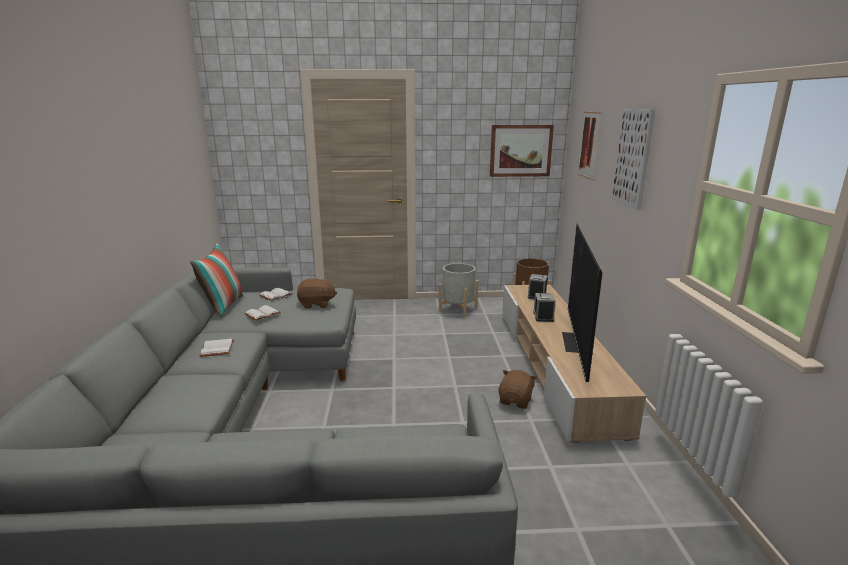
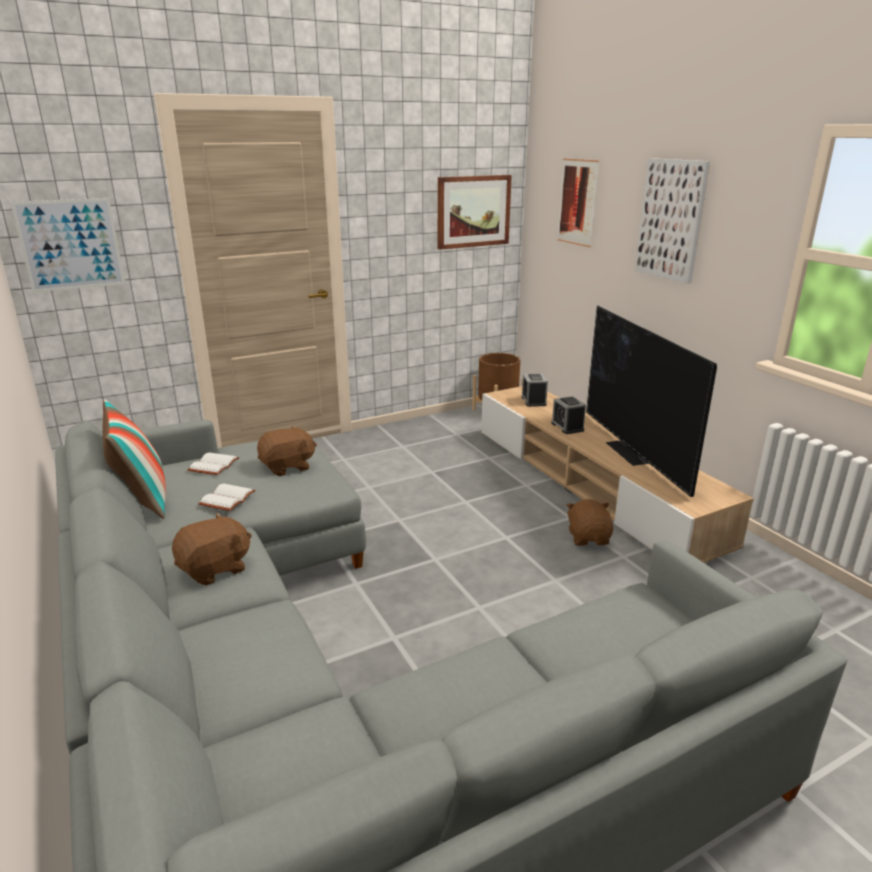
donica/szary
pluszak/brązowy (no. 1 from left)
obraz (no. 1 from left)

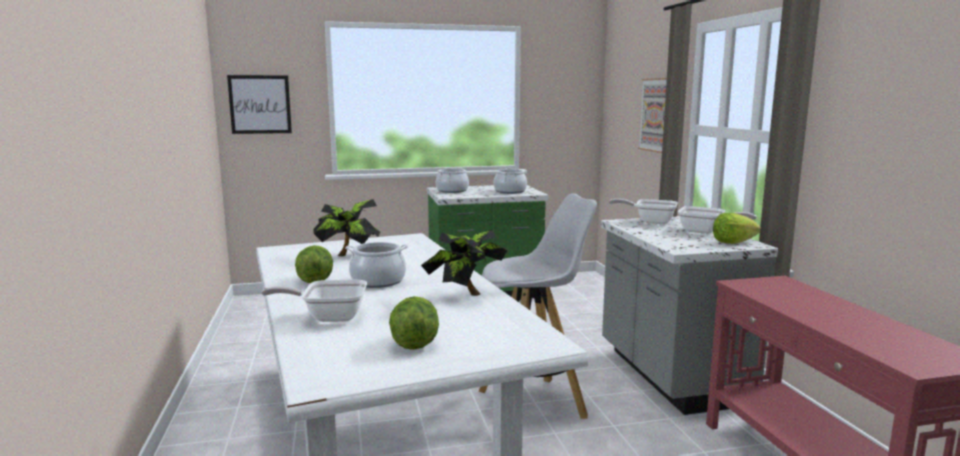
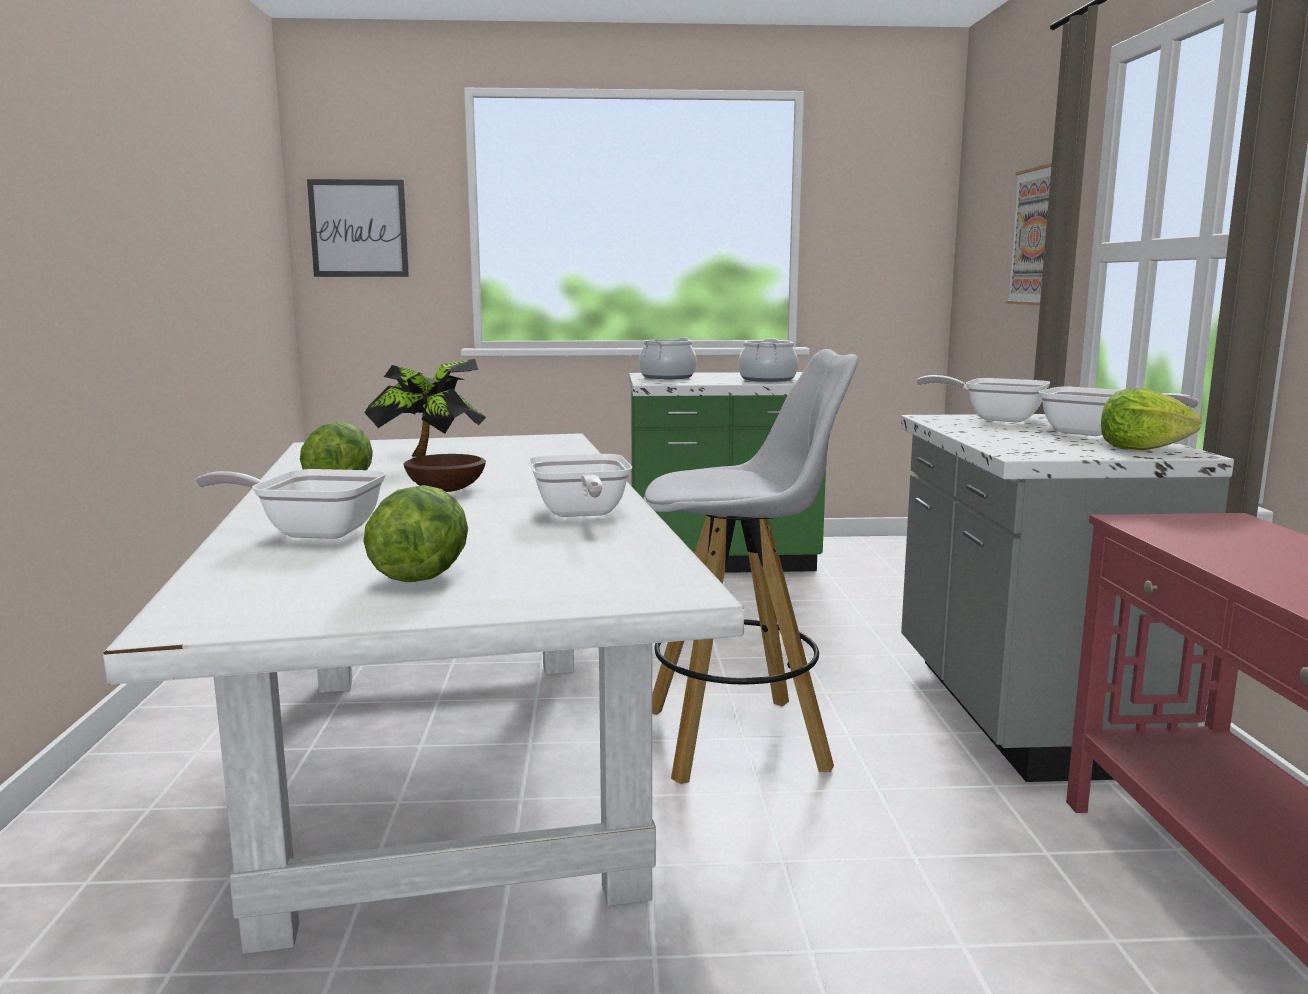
patelnia (no. 2 from left)
miska/brązowy

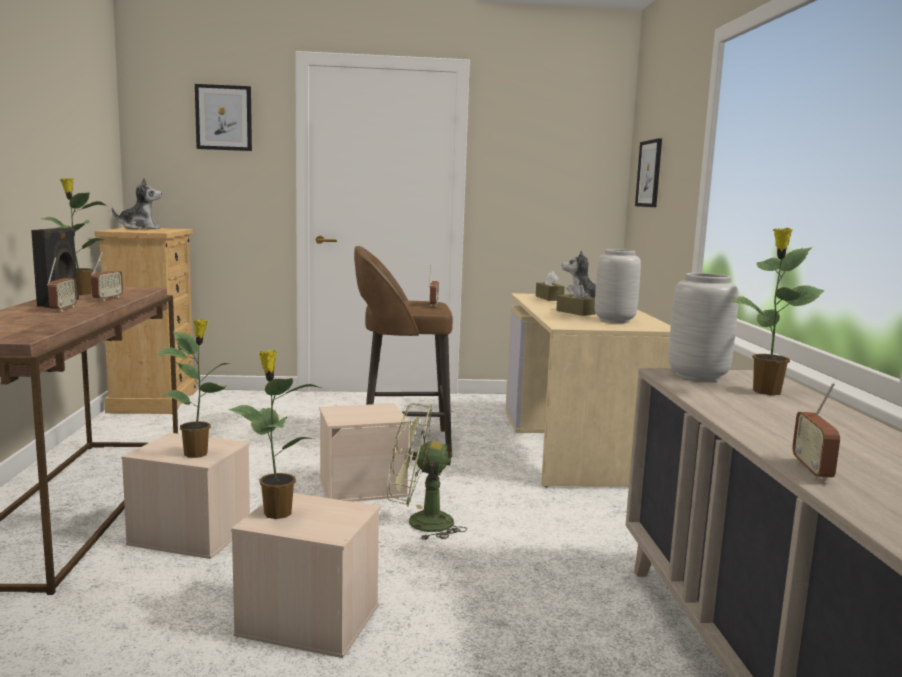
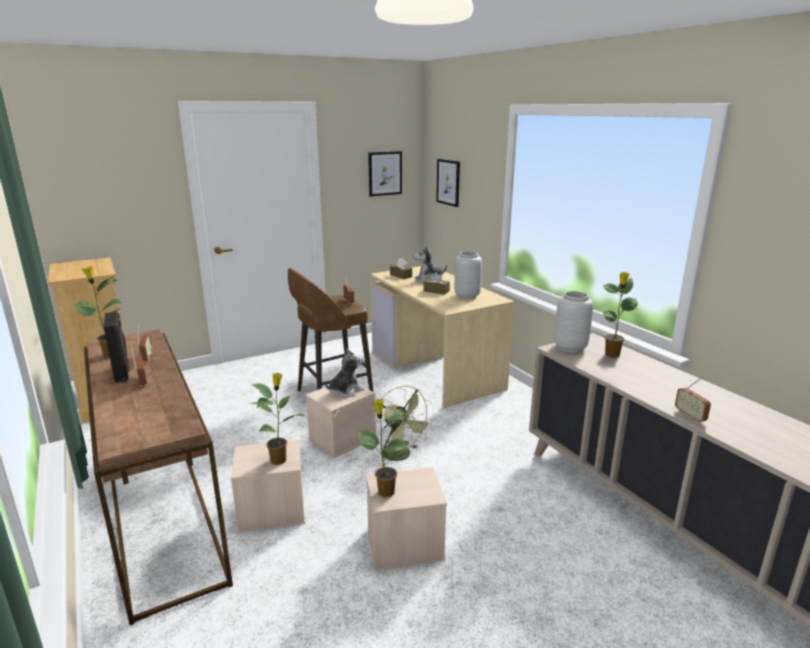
obraz (no. 1 from left)
pluszak (no. 1 from left)
wentylator/zielony

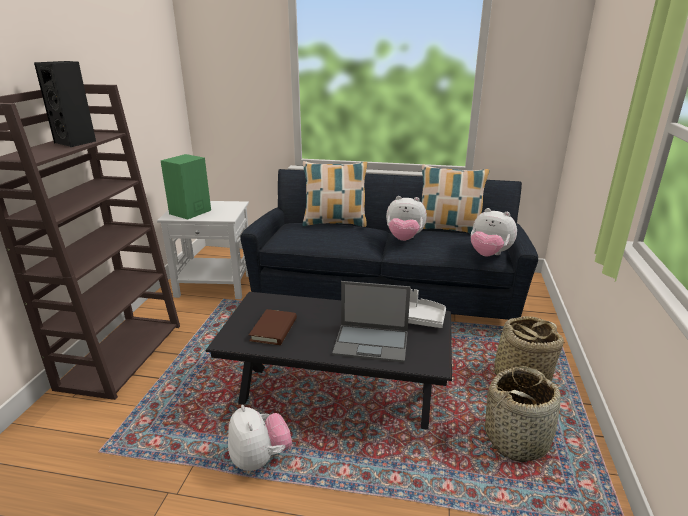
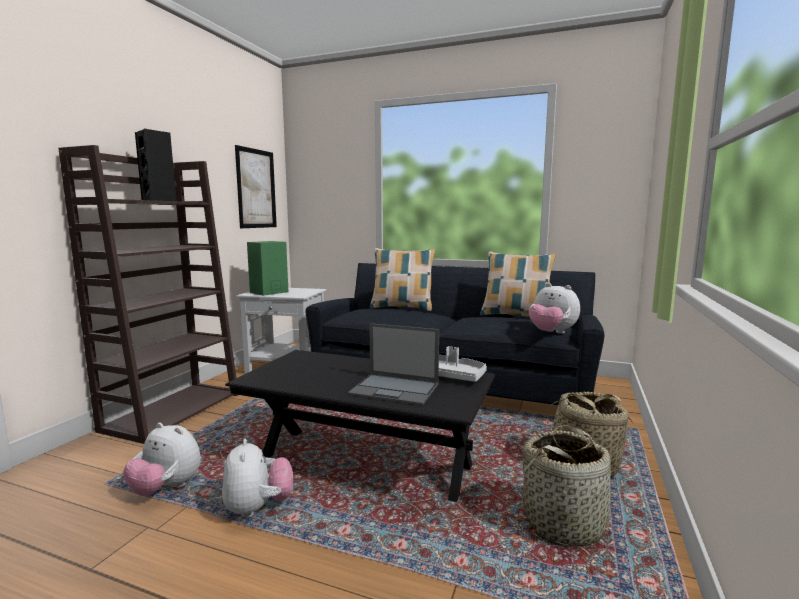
pluszak (no. 1 from left)
książka/brązowy
obraz

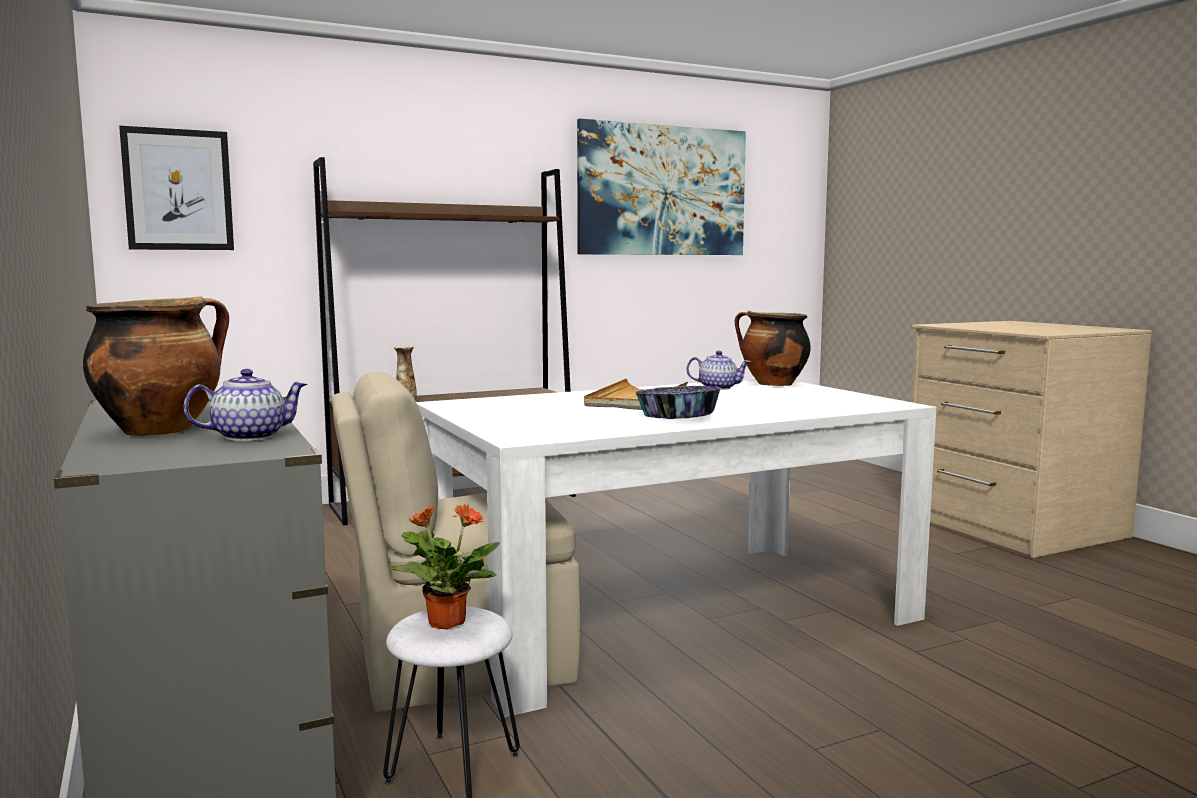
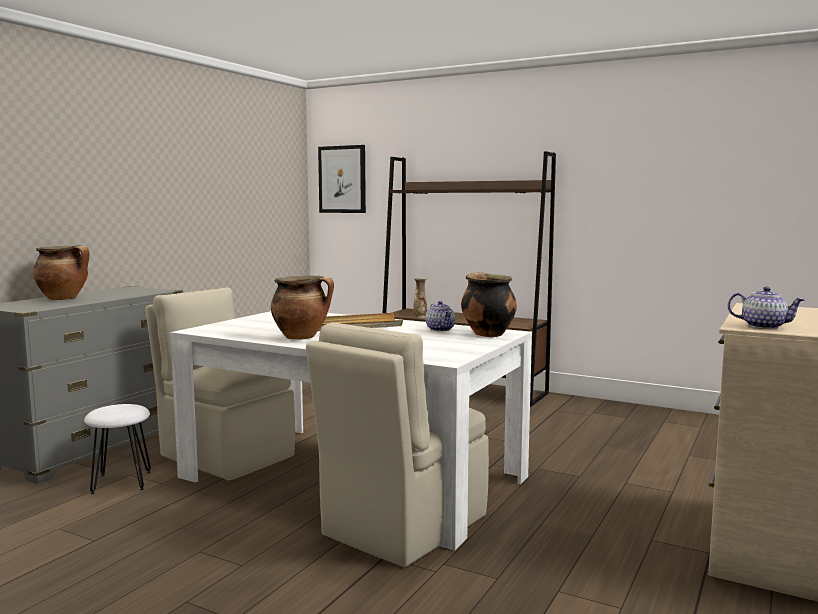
obraz (no. 2 from left in the first image)
imbryk (no. 2 from left)
garnek (no. 2 from left)
roślina doniczkowa
krzesło/beżowy (no. 2 from left)

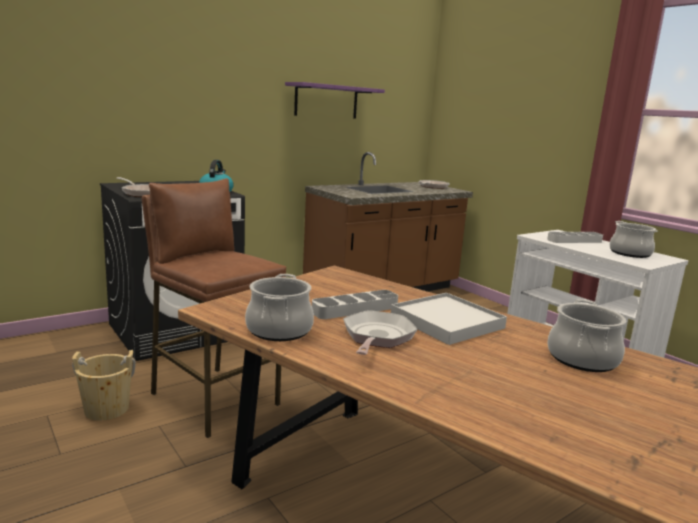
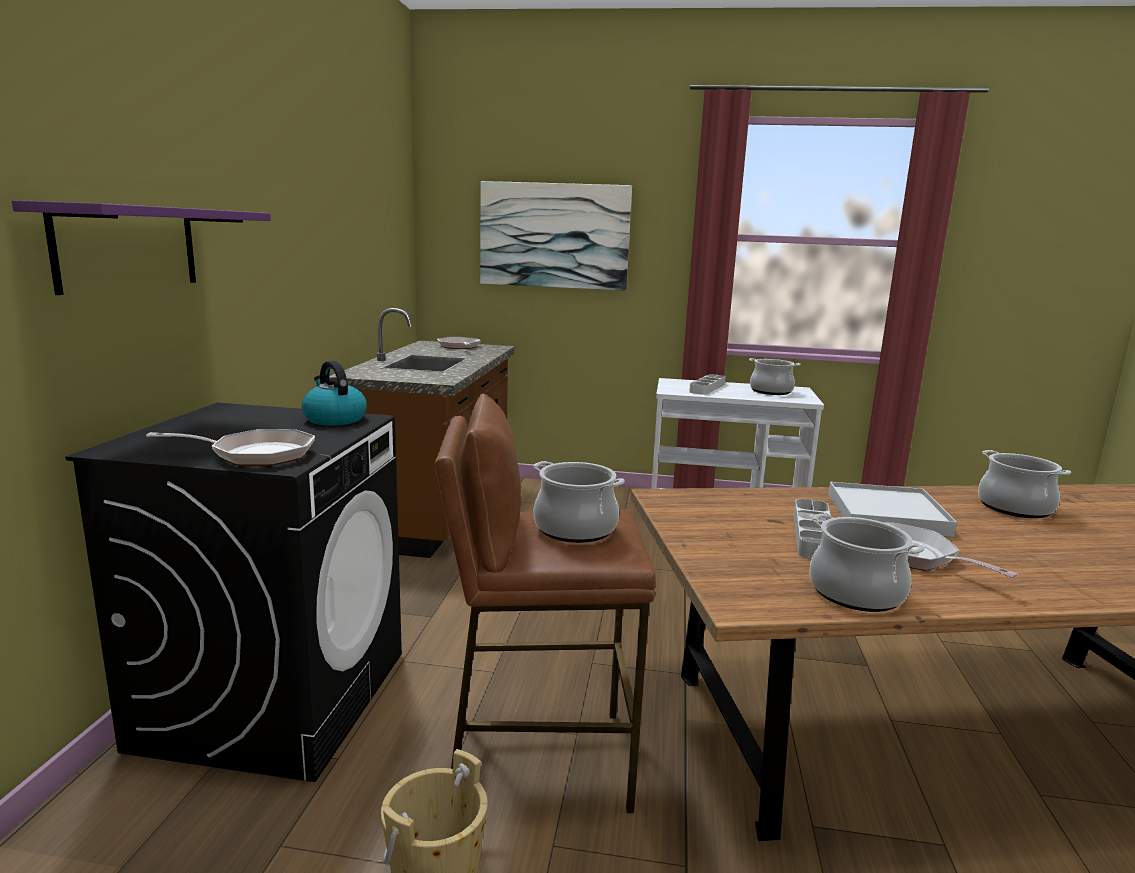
półka/fioletowy
obraz
garnek (no. 1 from left)

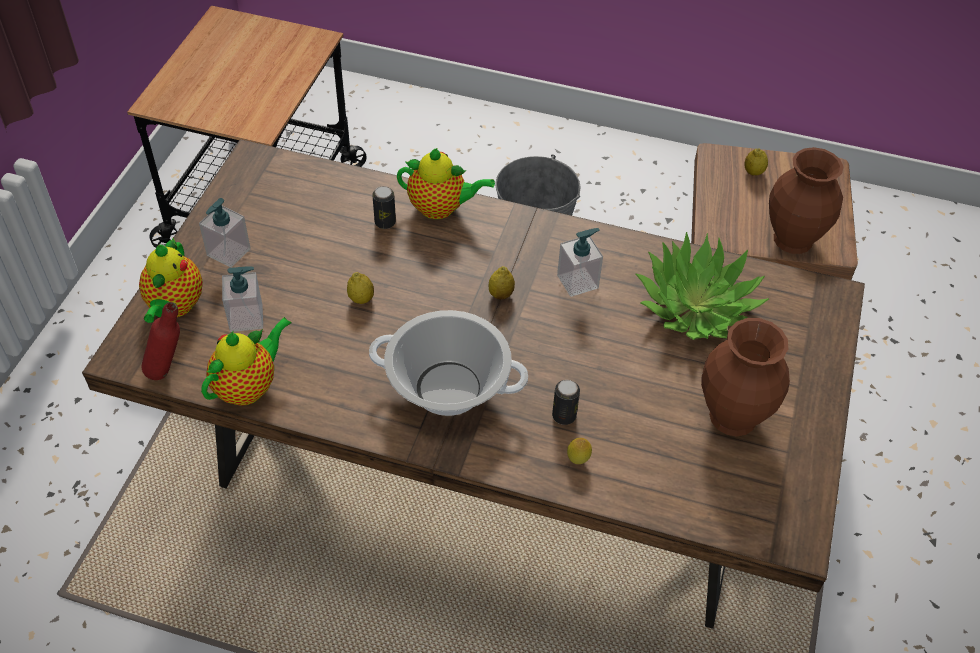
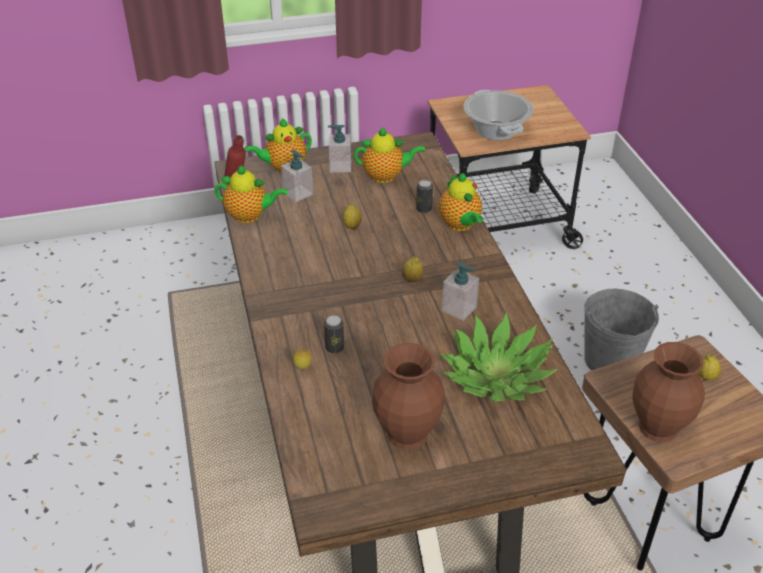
garnek
imbryk (no. 3 from left)

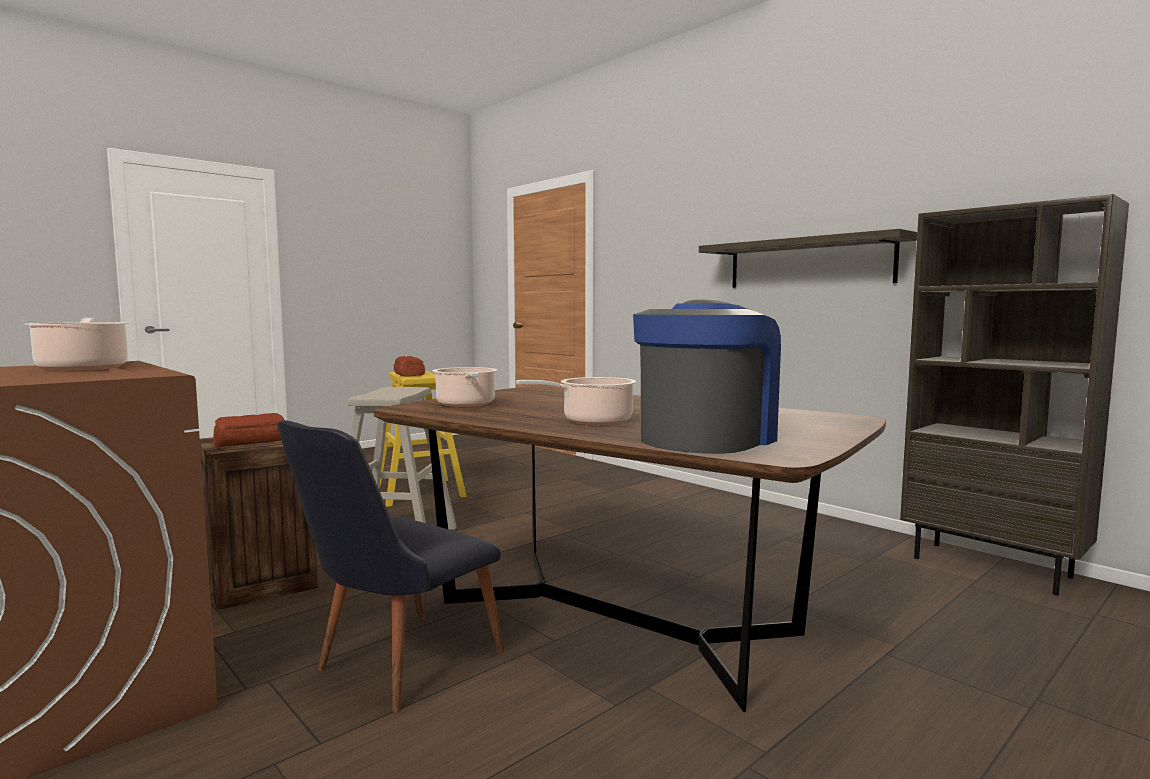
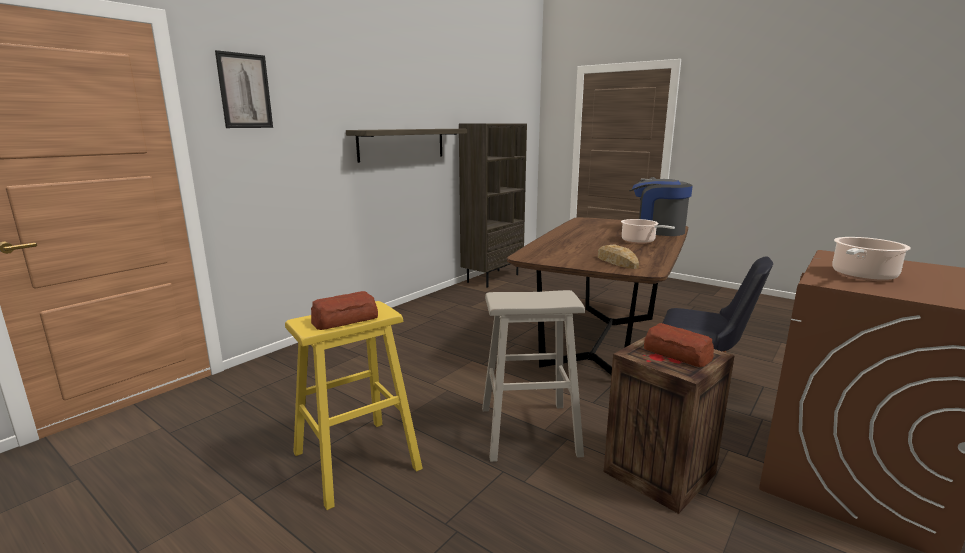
chleb (no. 2 from left)
obraz

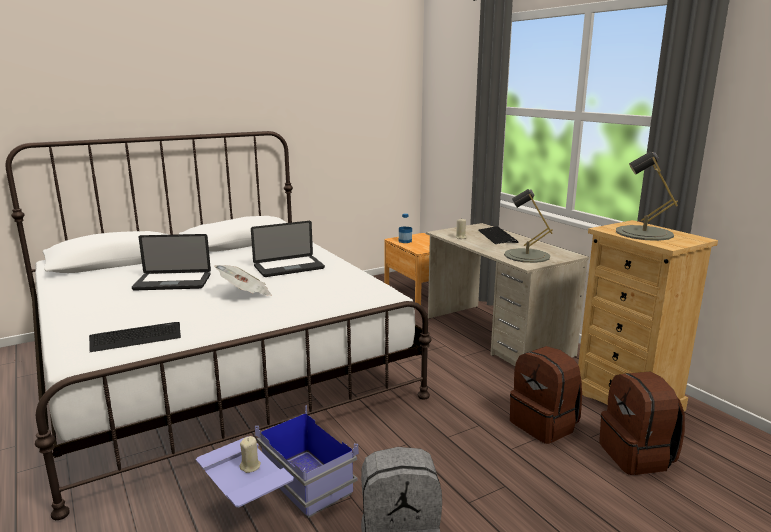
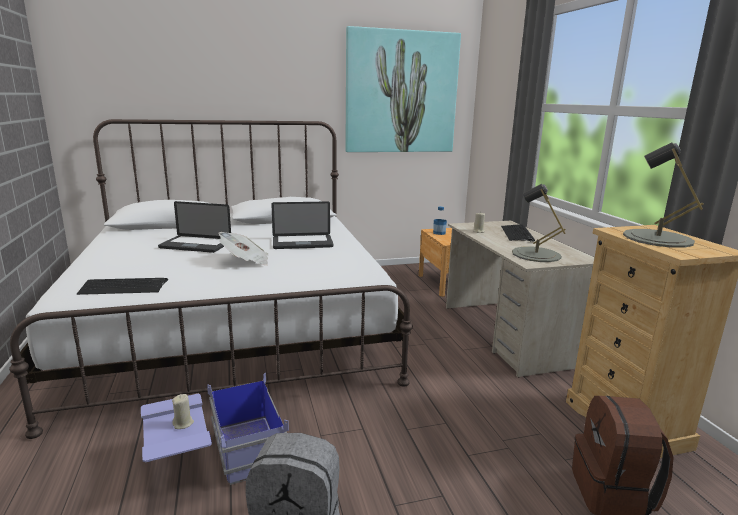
plecak/brązowy (no. 1 from left in the first image)
obraz

